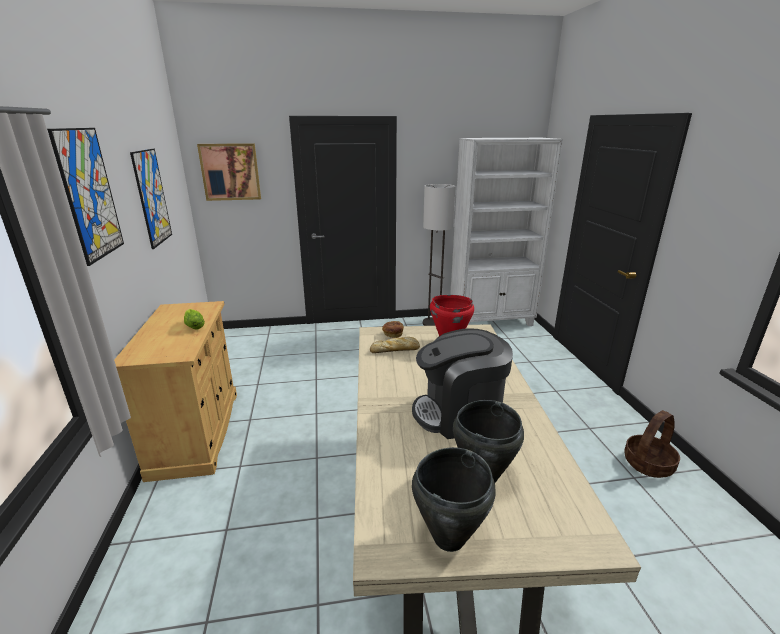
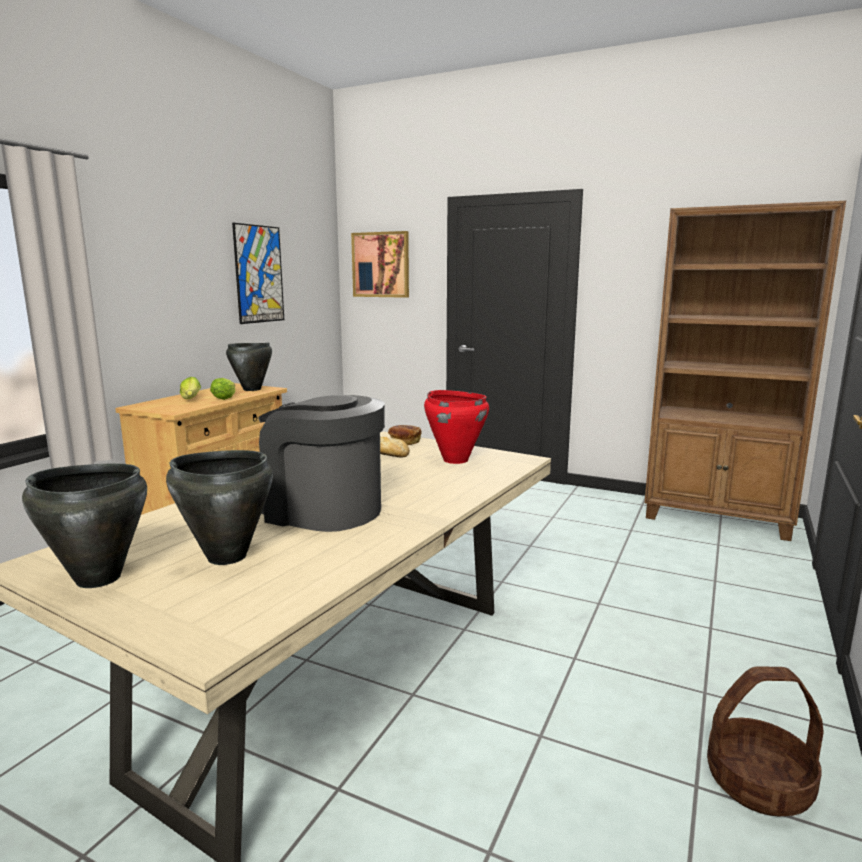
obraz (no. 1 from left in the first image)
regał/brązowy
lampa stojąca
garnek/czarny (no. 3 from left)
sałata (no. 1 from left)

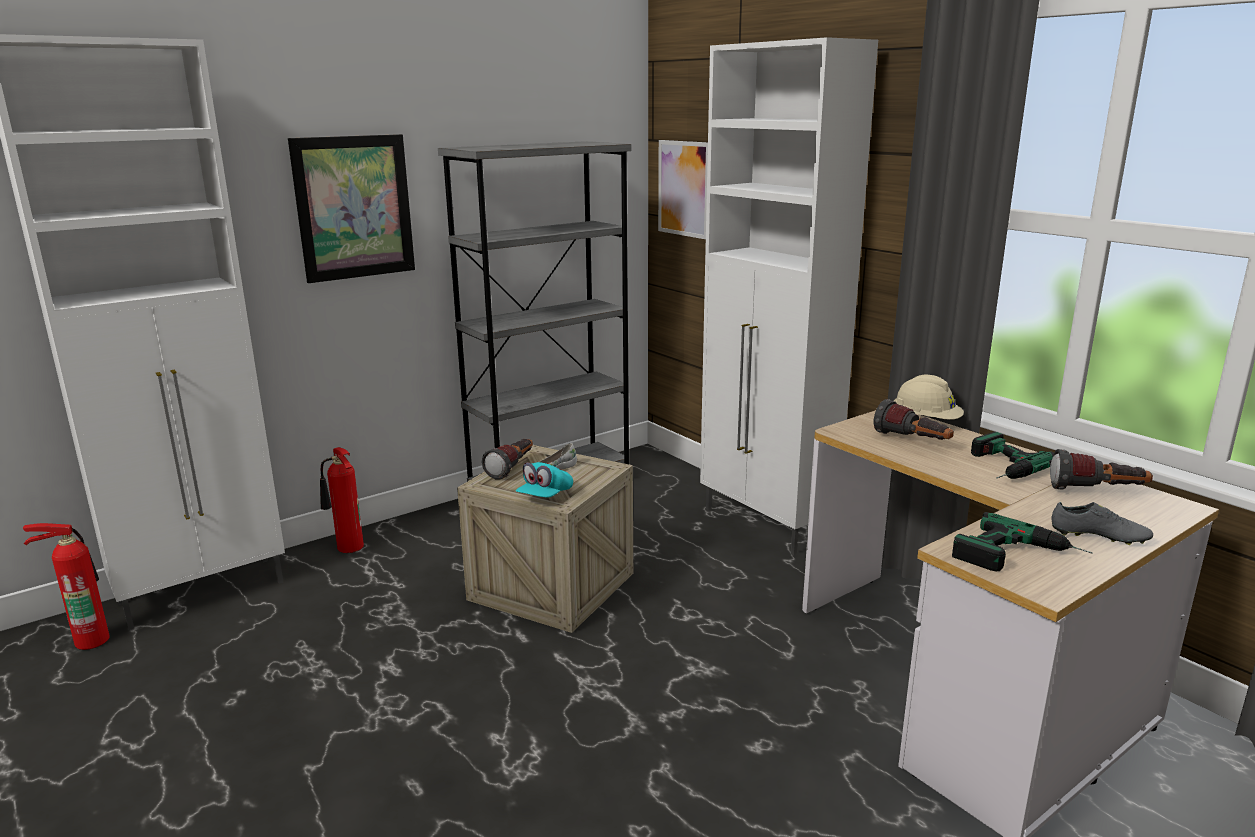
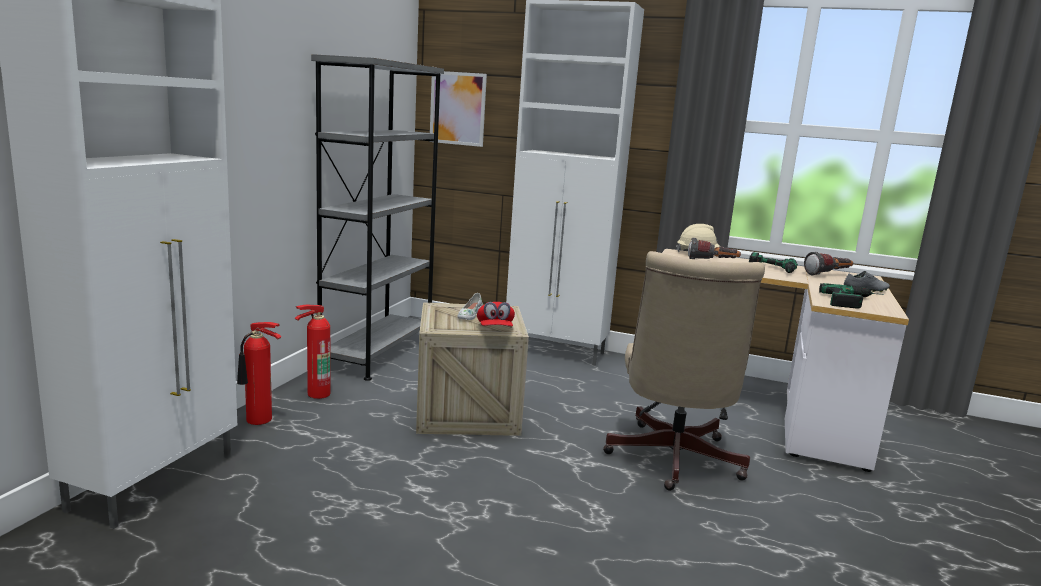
obraz (no. 1 from left in the first image)
latarka (no. 1 from left in the first image)
czapka z daszkiem/czerwony
gaśnica (no. 2 from left)
krzesło biurowe/beżowy

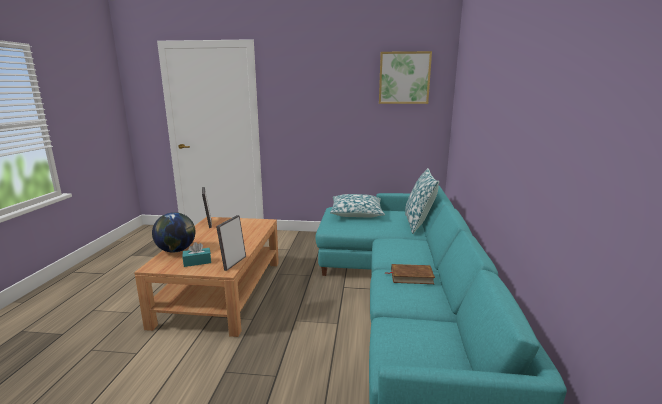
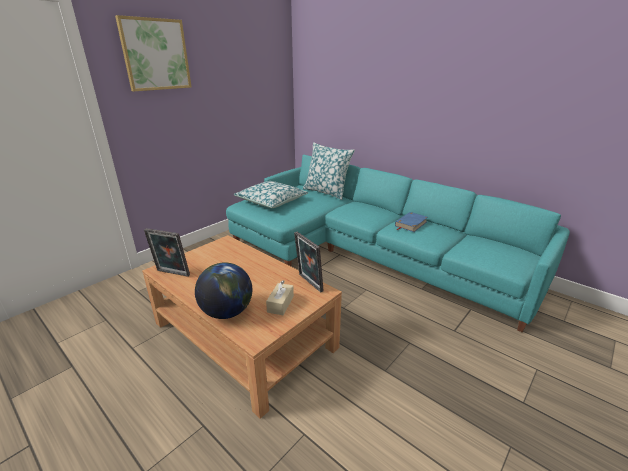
obraz
pudełko chusteczek/beżowy
książka/niebieski

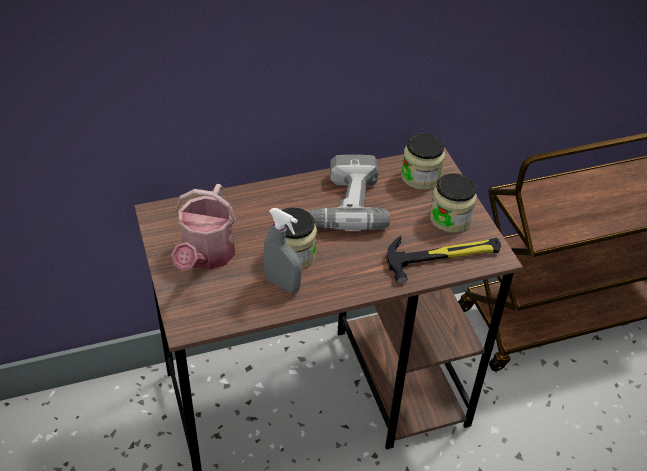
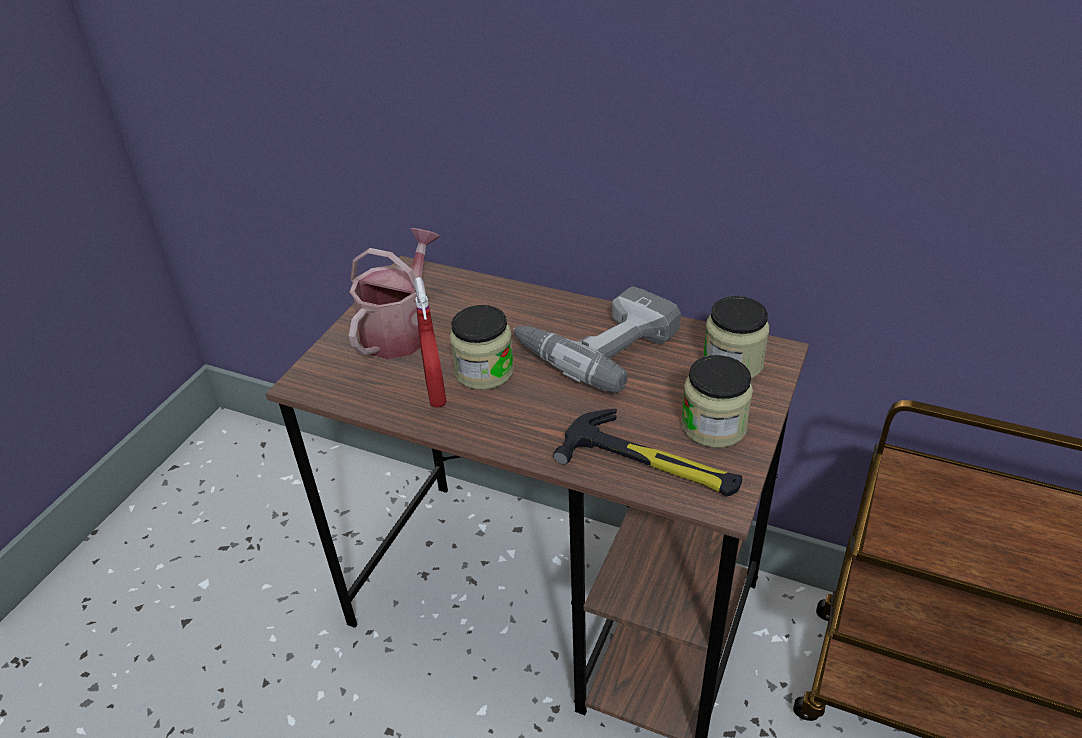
konewka
spryskiwacz/czerwony

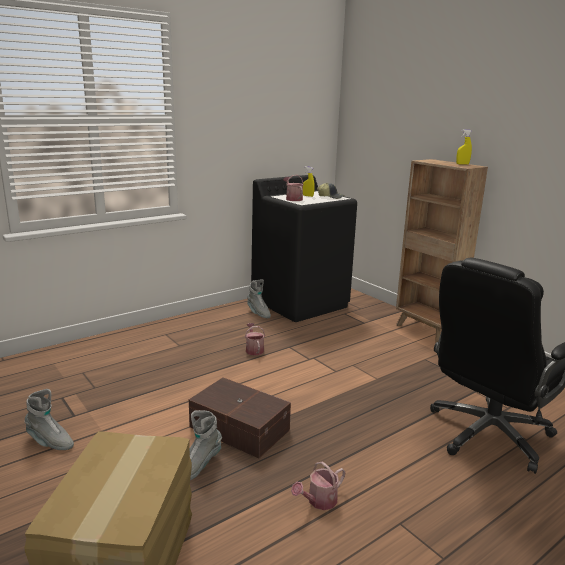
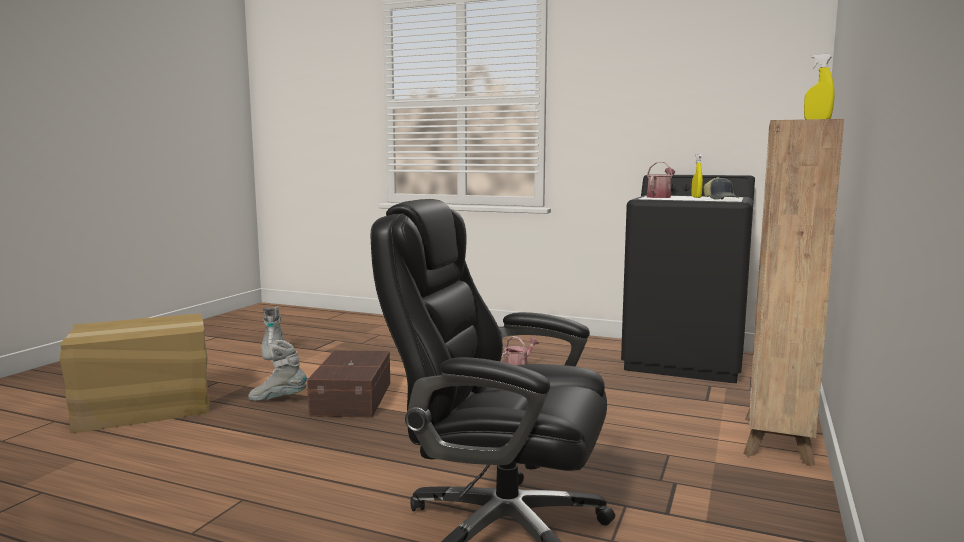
but z cholewką/szary (no. 3 from left in the first image)
konewka (no. 3 from left in the first image)

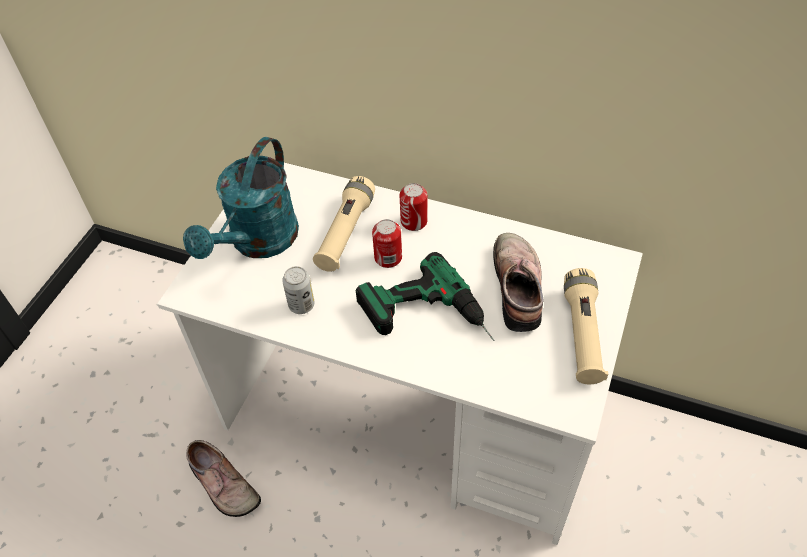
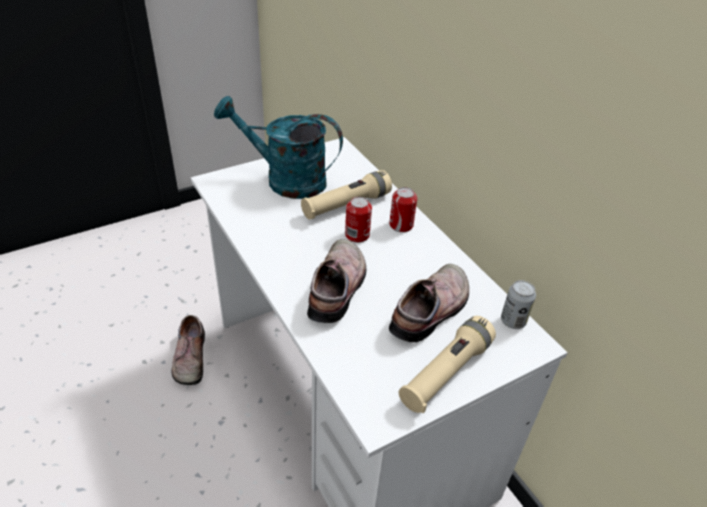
konewka/turkusowy
but (no. 2 from left)
puszka (no. 3 from left)

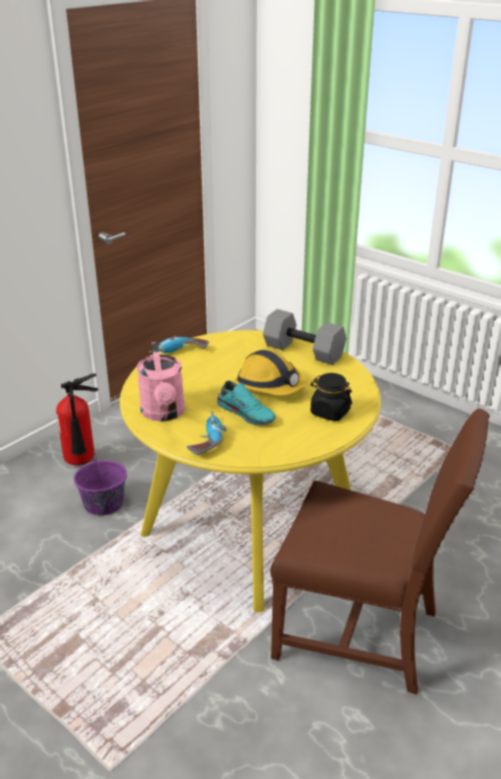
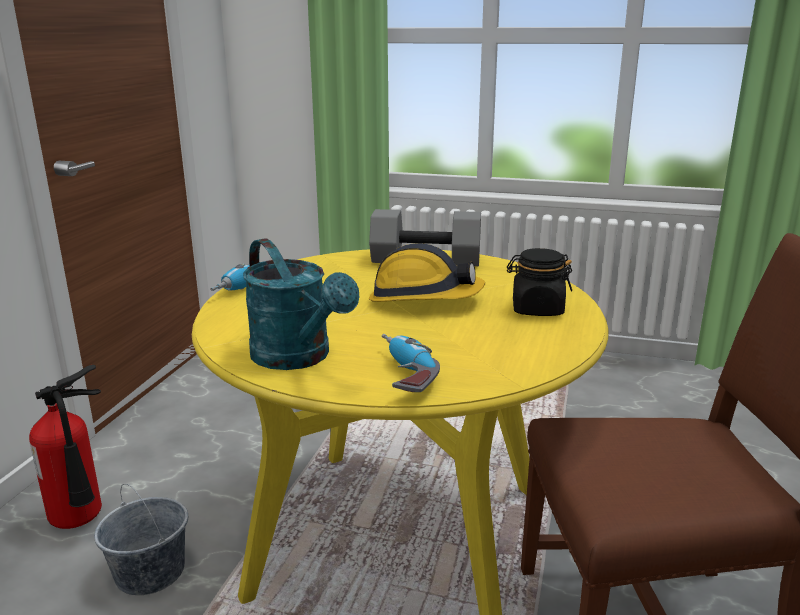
konewka/turkusowy
but/turkusowy
wiadro/szary

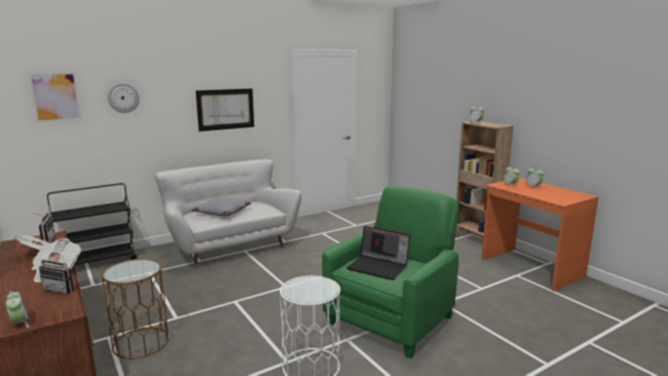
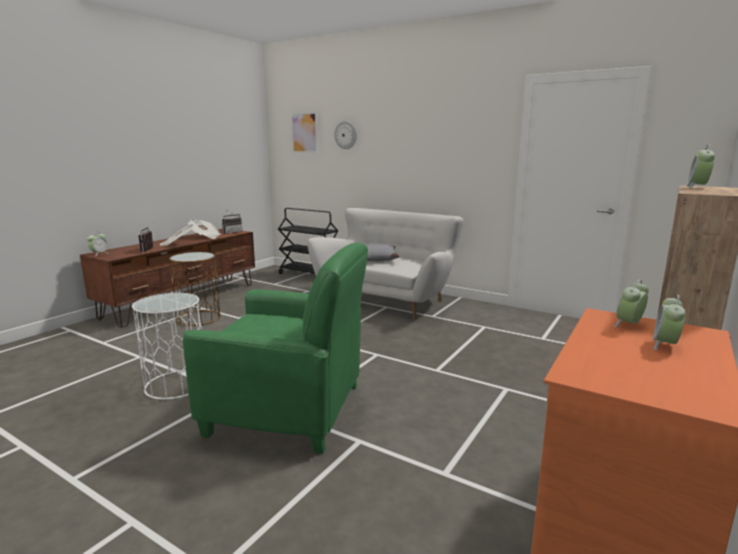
obraz (no. 2 from left in the first image)
laptop

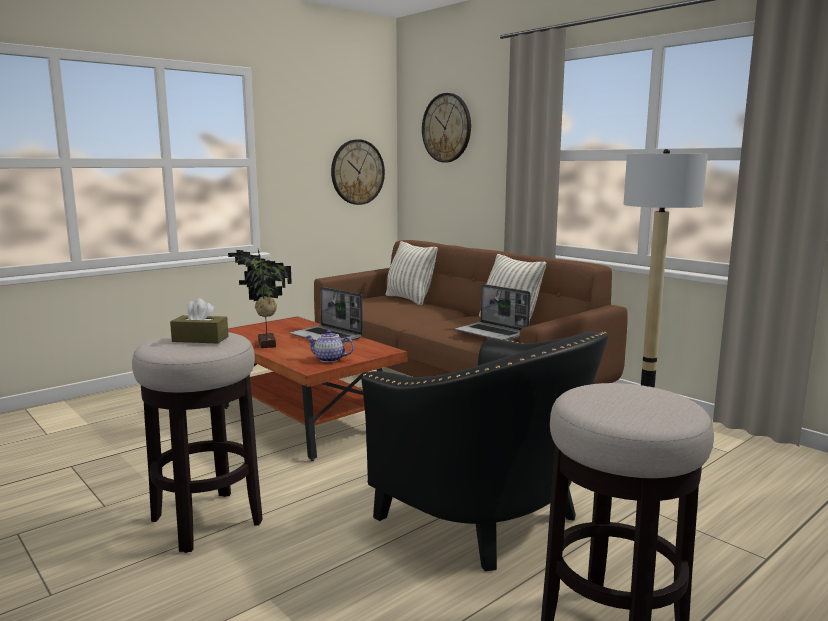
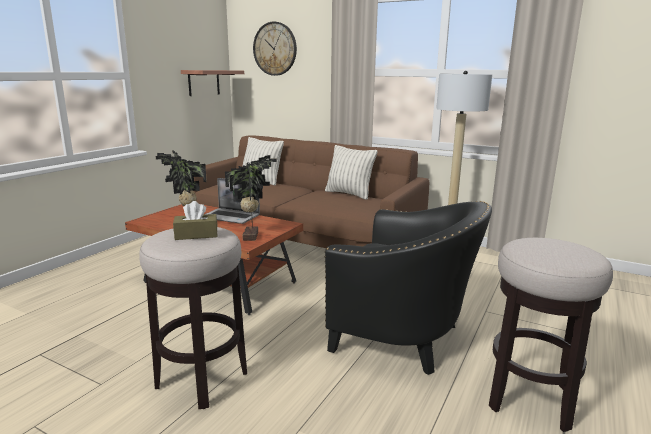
półka
laptop (no. 2 from left in the first image)
roślina doniczkowa (no. 2 from left)

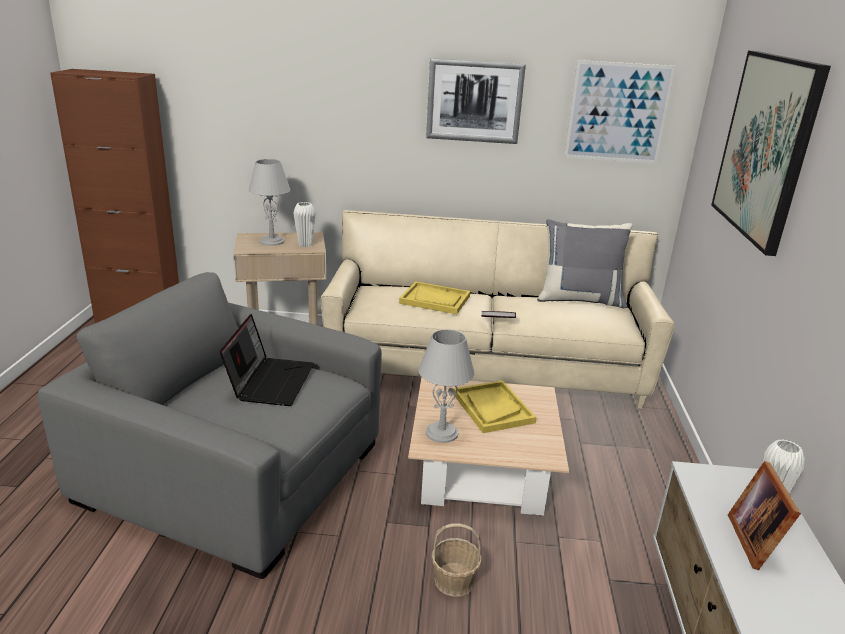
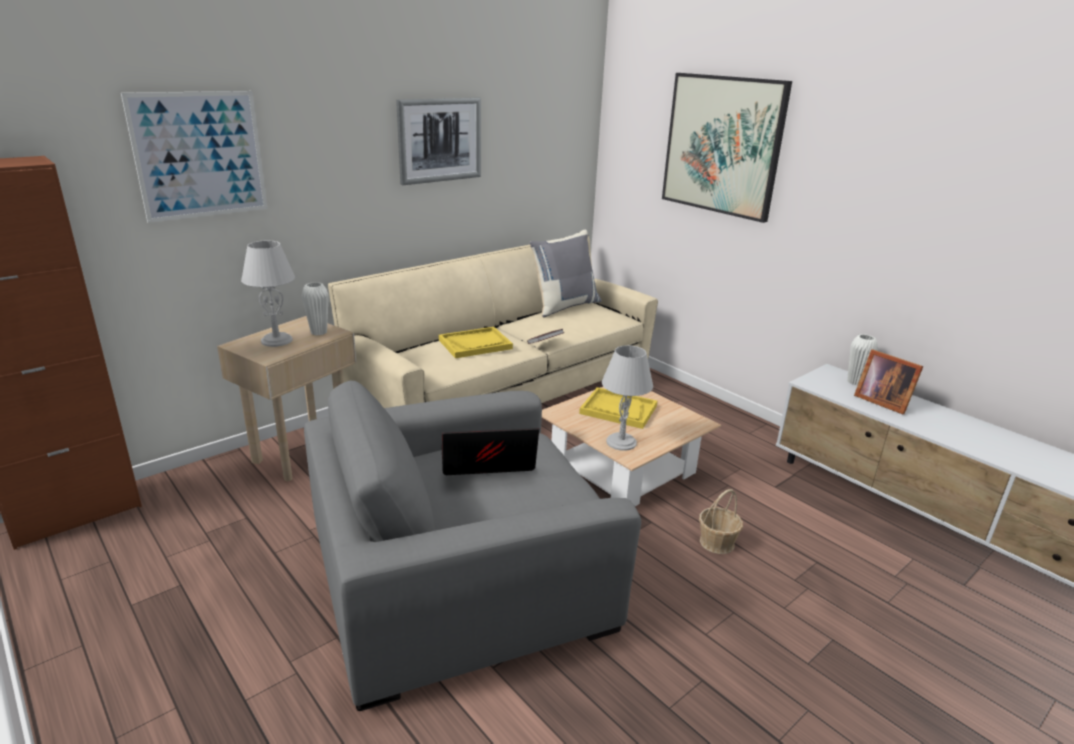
obraz (no. 1 from left)
laptop

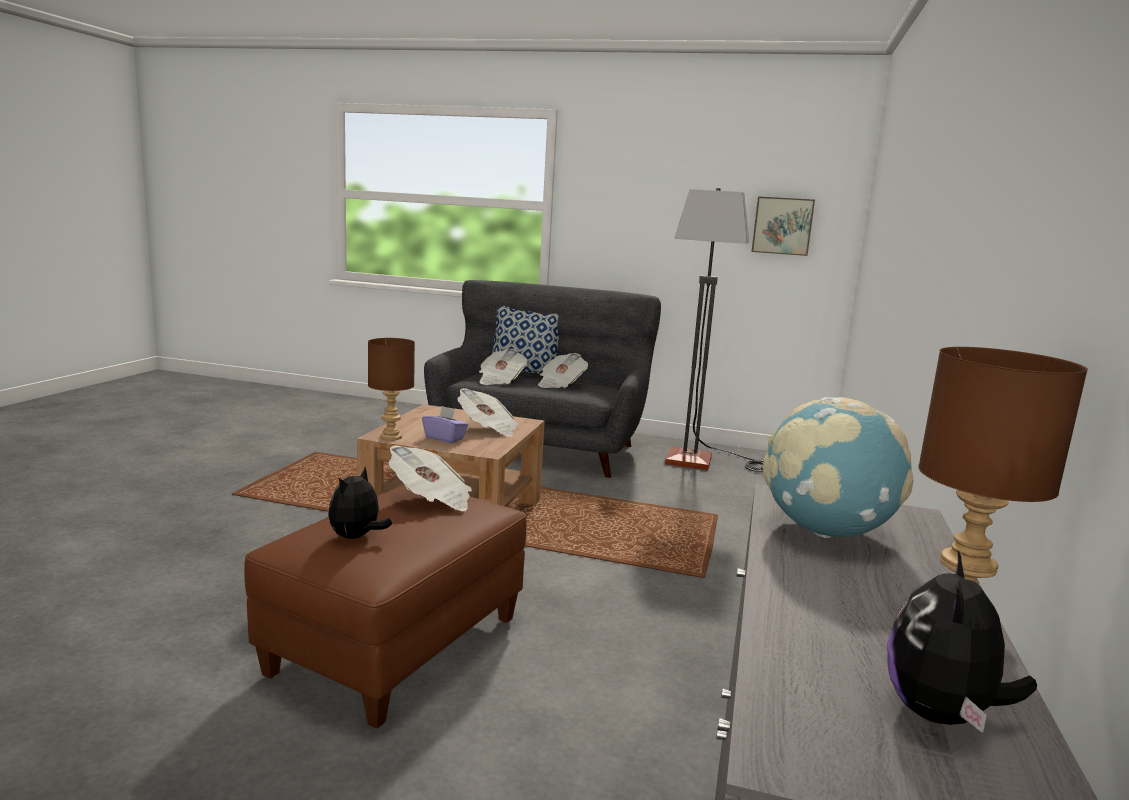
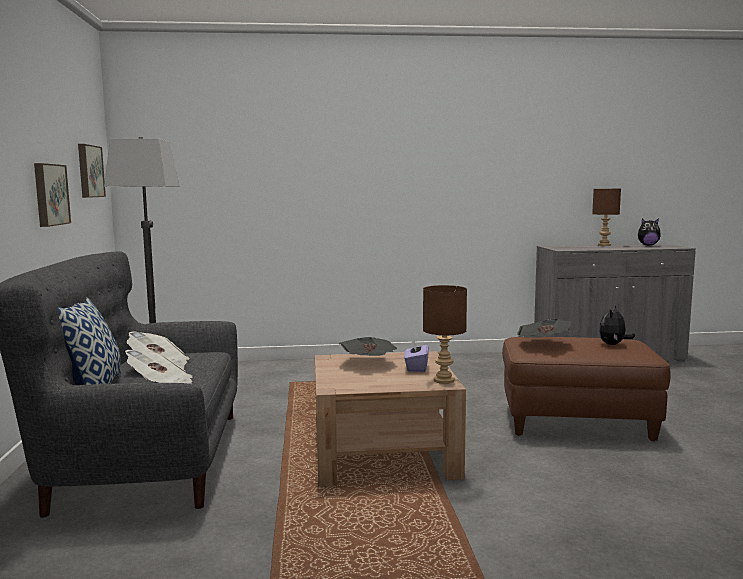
globus
pluszak (no. 1 from left)
obraz (no. 1 from left)

